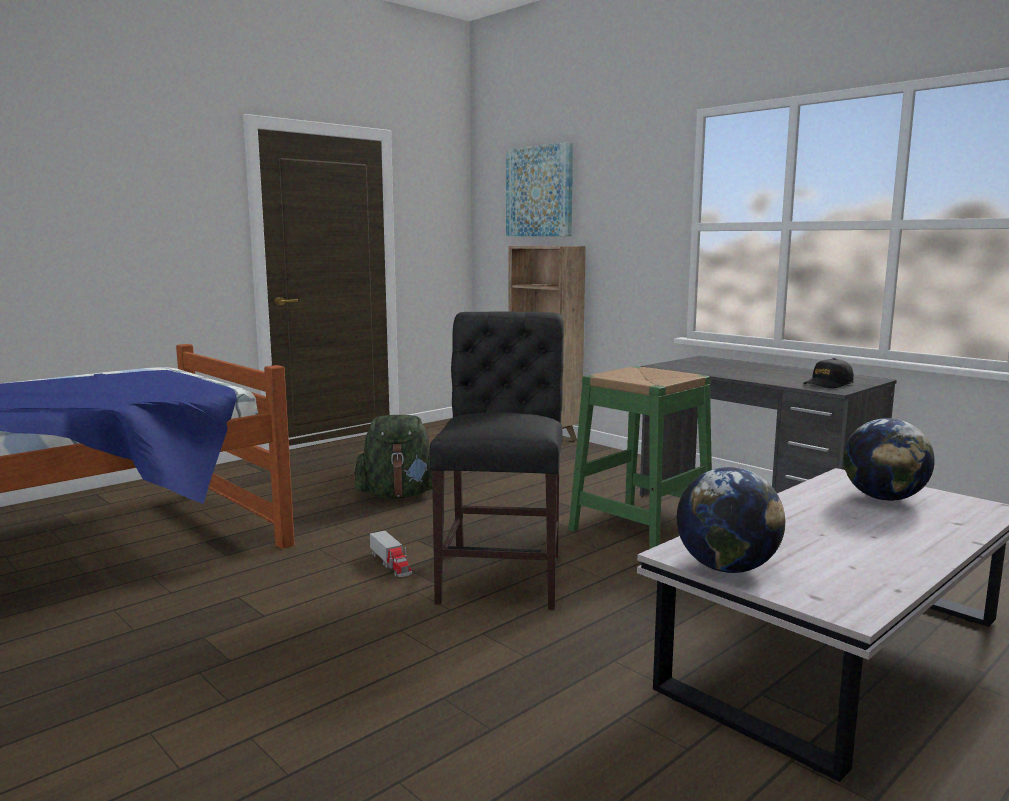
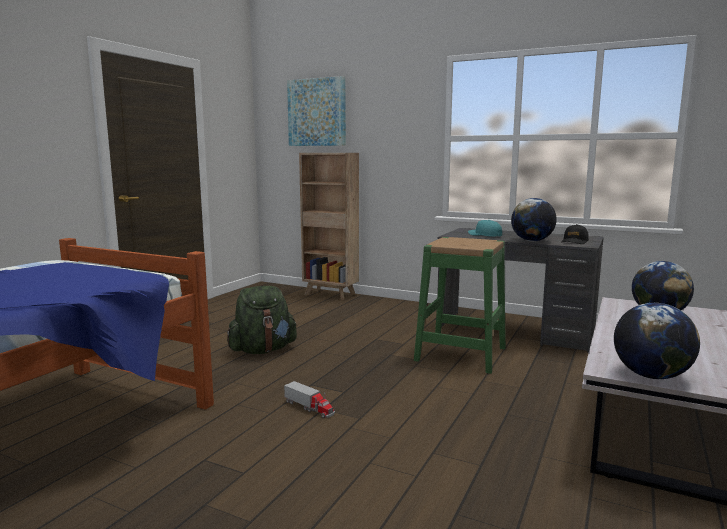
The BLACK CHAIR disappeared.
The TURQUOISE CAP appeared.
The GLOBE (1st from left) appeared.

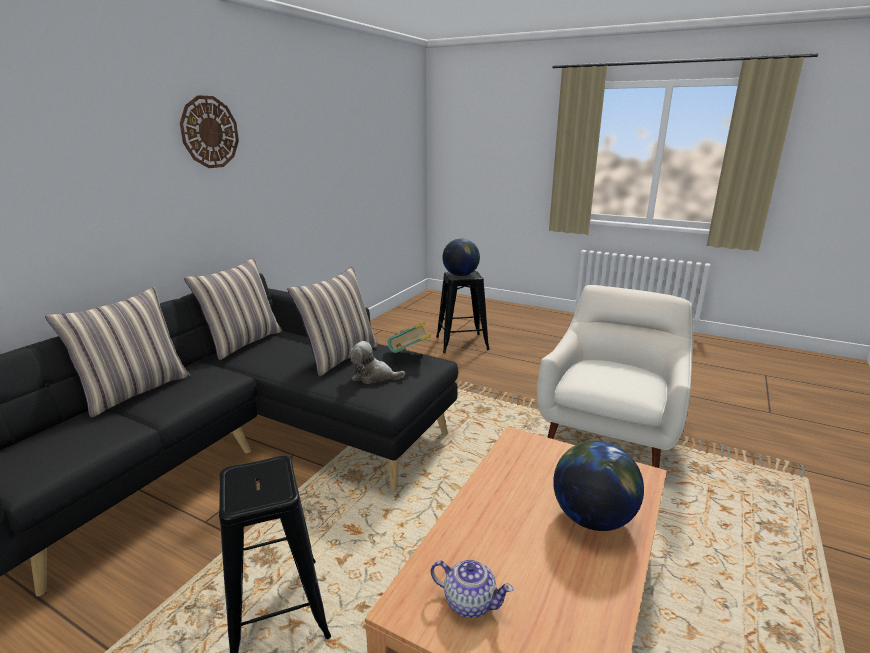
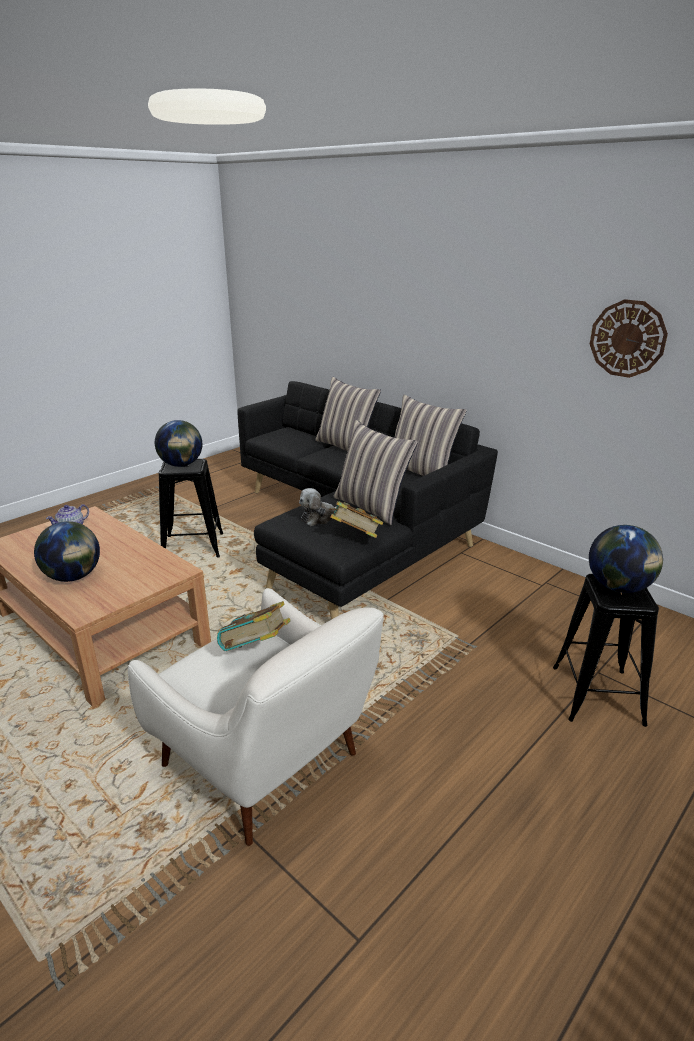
The WALL CLOCK moved.
The PLUSH TOY turned 150 degrees counterclockwise.
The GLOBE (2nd from left) appeared.
The BOOK (1st from left) appeared.

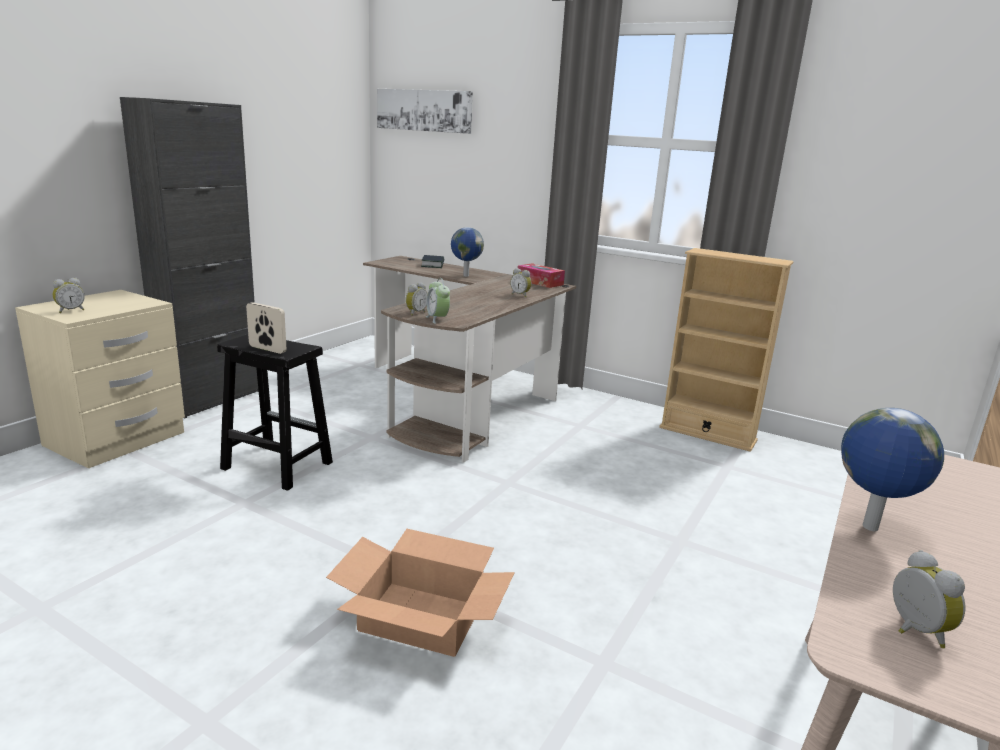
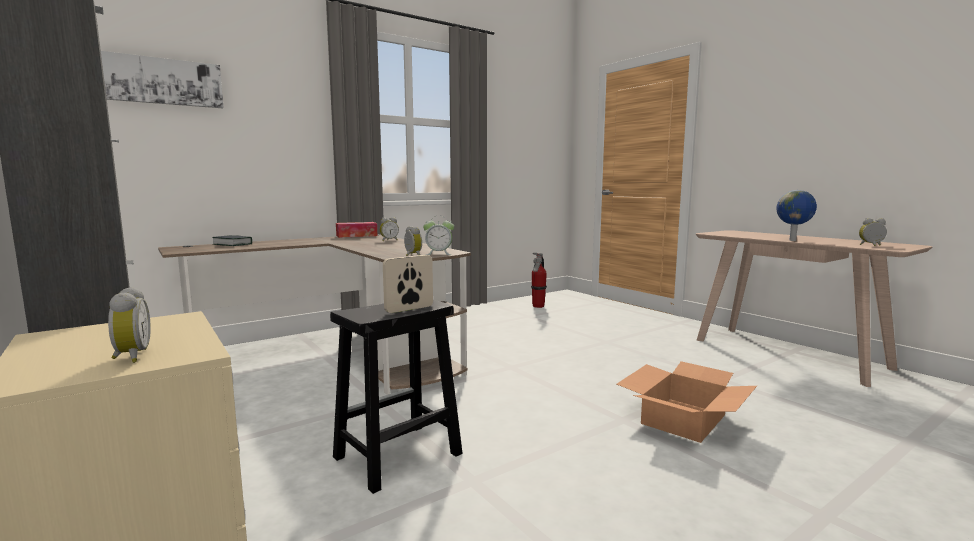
The GLOBE (1st from left) disappeared.
The BEIGE BOOKCASE disappeared.
The FIRE EXTINGUISHER appeared.

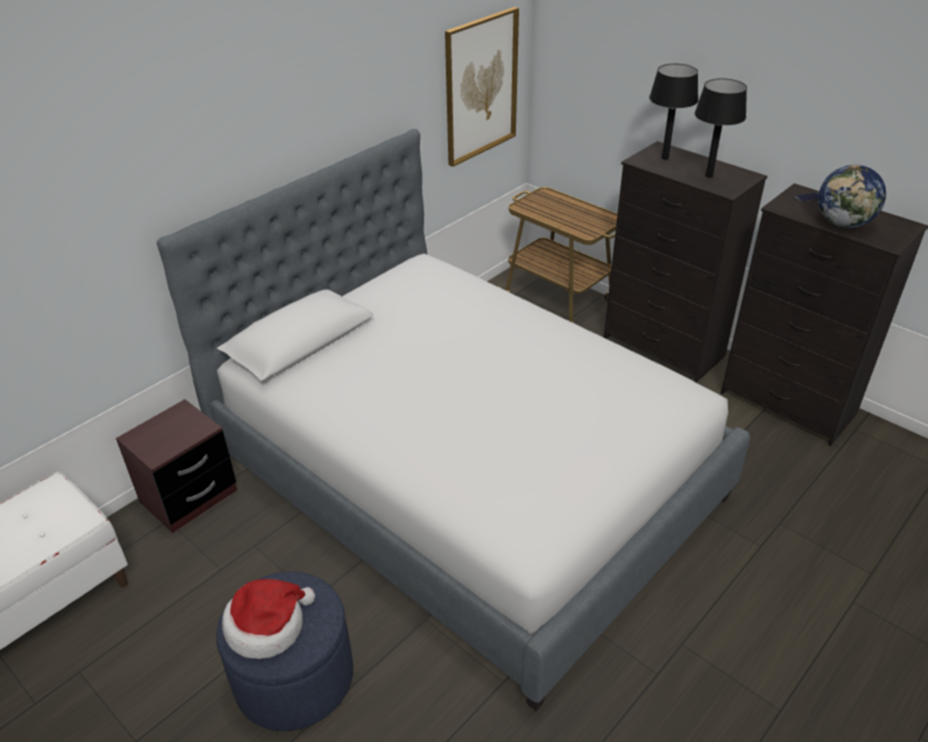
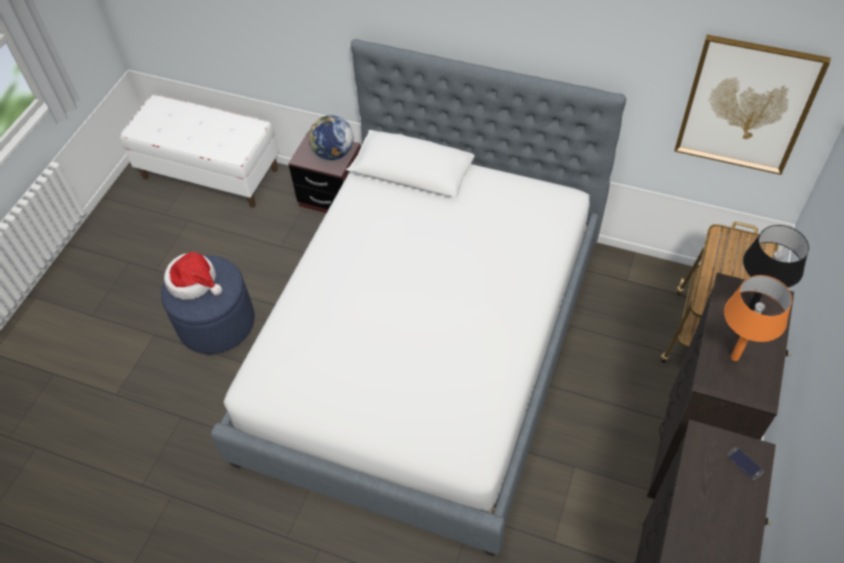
The BLACK TABLE LAMP (2nd from left) became the ORANGE TABLE LAMP.
The GLOBE moved.

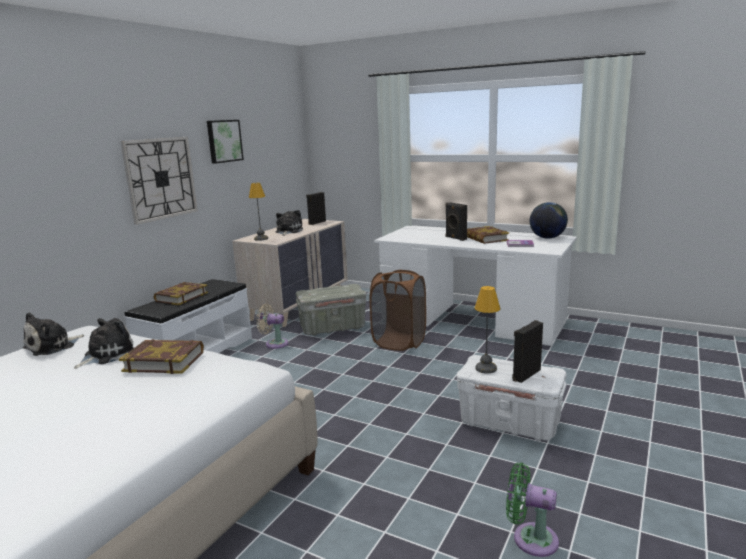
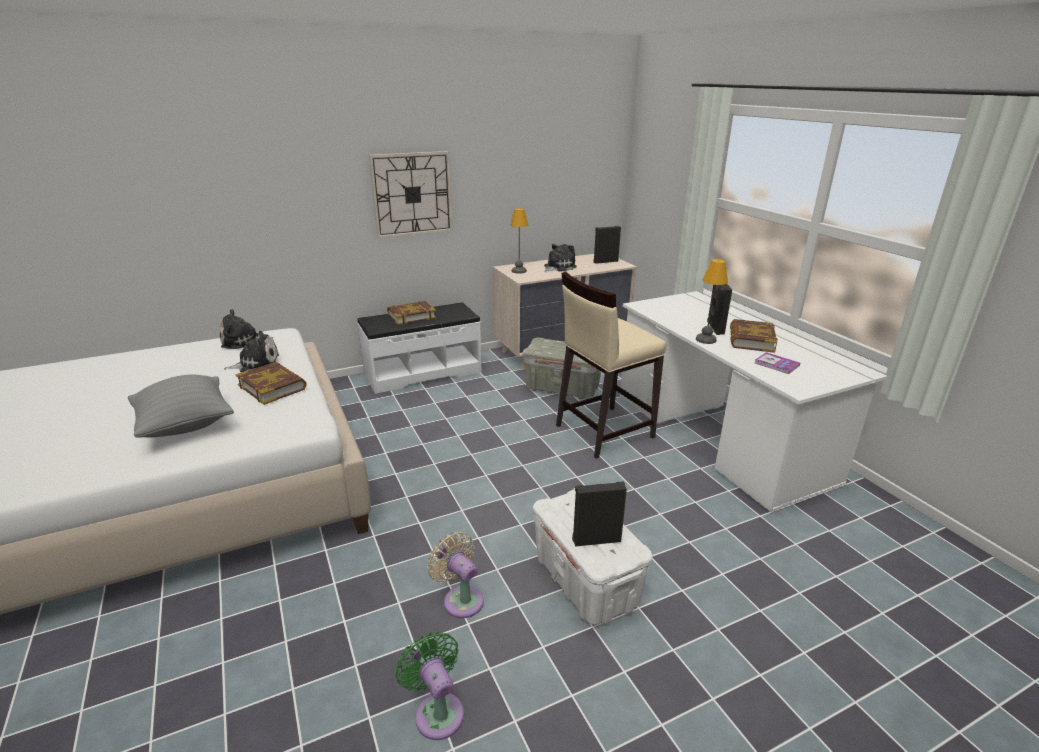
The PICTURE disappeared.
The BEIGE FAN moved.
The BROWN LAUNDRY BASKET was replaced by the BEIGE STOOL.
The TABLE LAMP (2nd from left) moved.
The GLOBE disappeared.
The GREY PILLOW appeared.

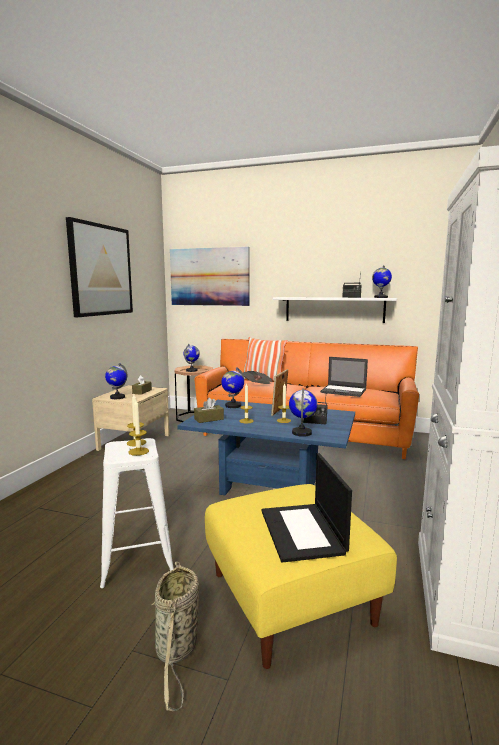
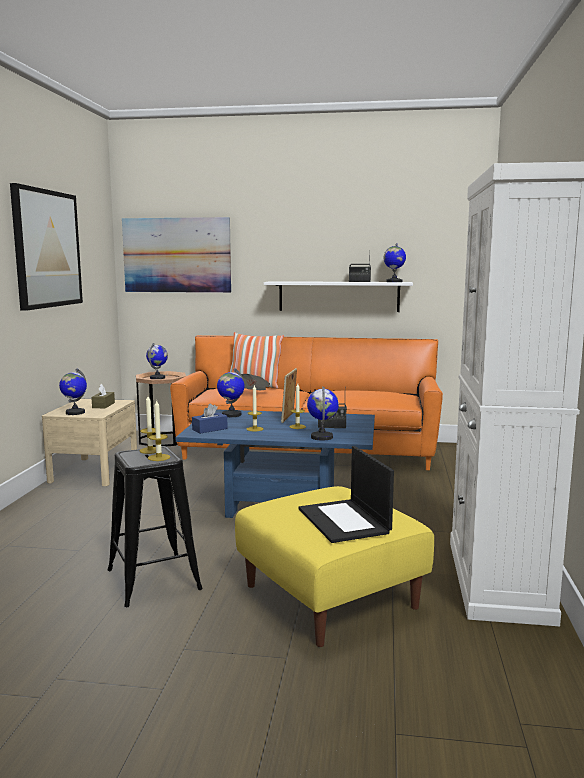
The WHITE STOOL became the BLACK STOOL.
The BASKET disappeared.
The BROWN TISSUE BOX (2nd from left) became the BLUE TISSUE BOX.
The LAPTOP (2nd from left) disappeared.

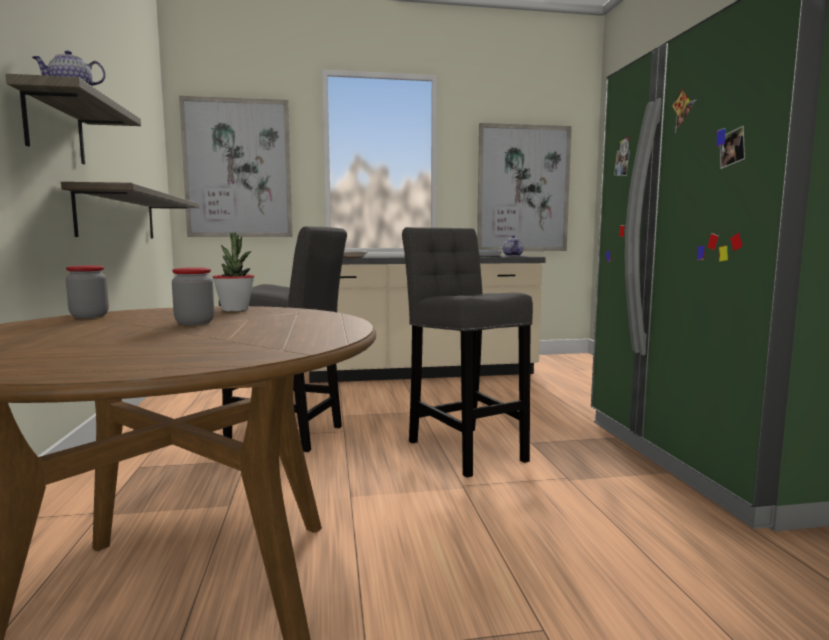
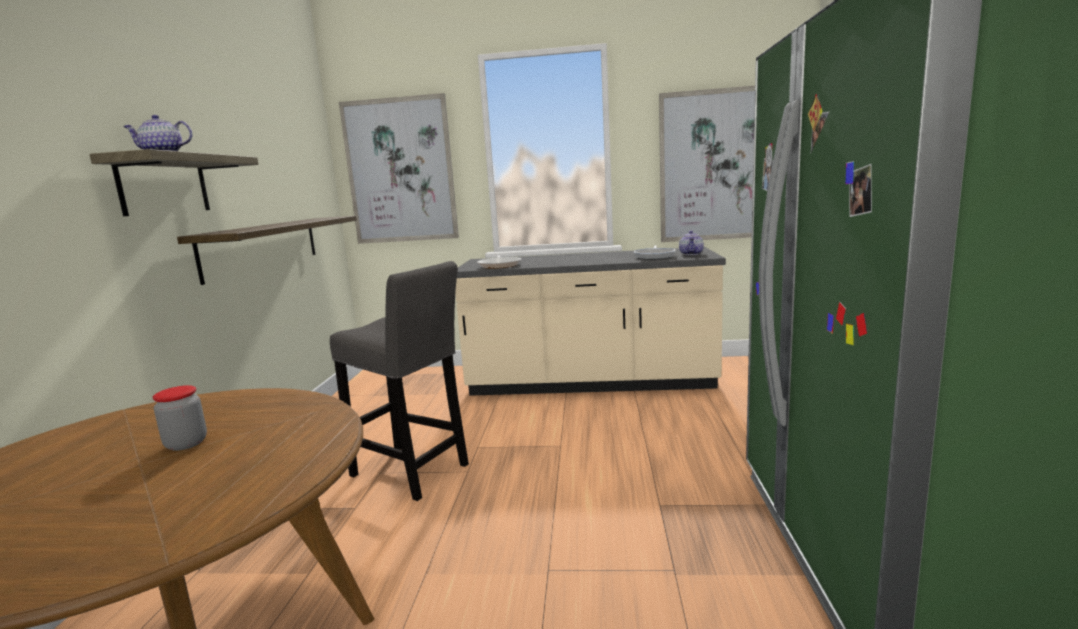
The JAR (1st from left) disappeared.
The POTTED PLANT disappeared.
The GREY STOOL (2nd from left) disappeared.

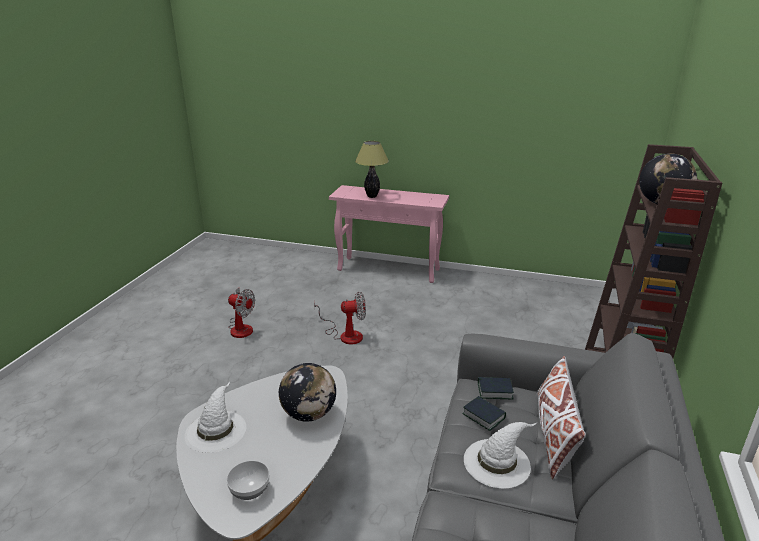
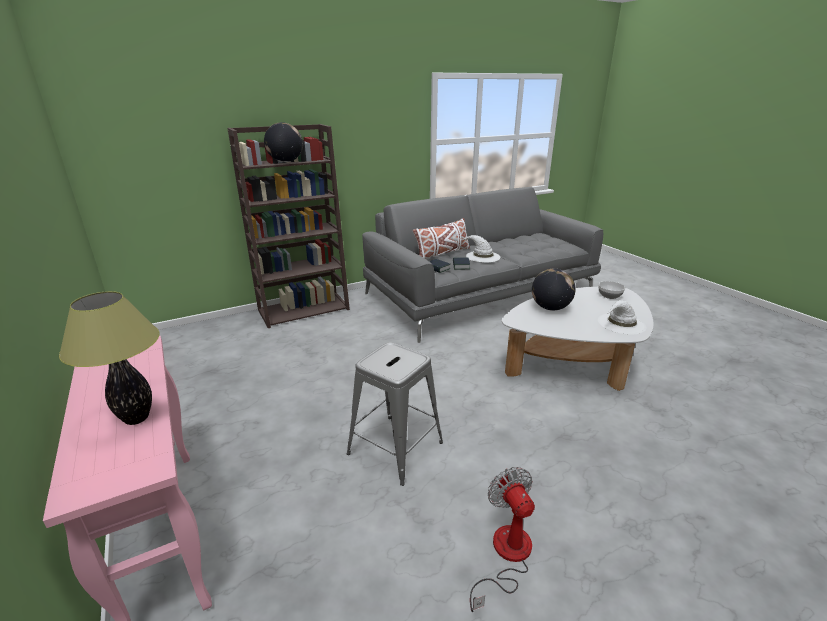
The FAN (2nd from left) was replaced by the GREY STOOL.

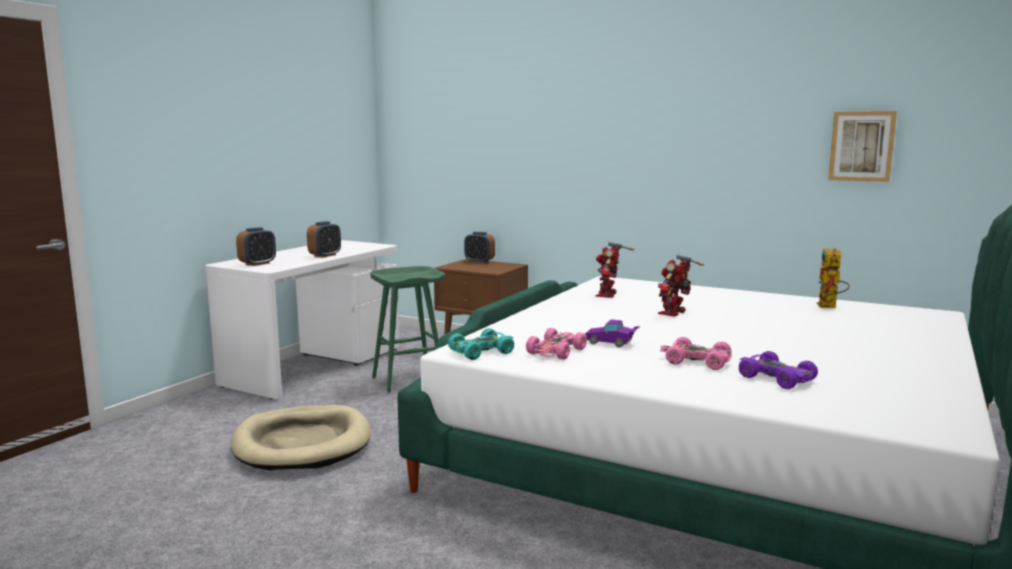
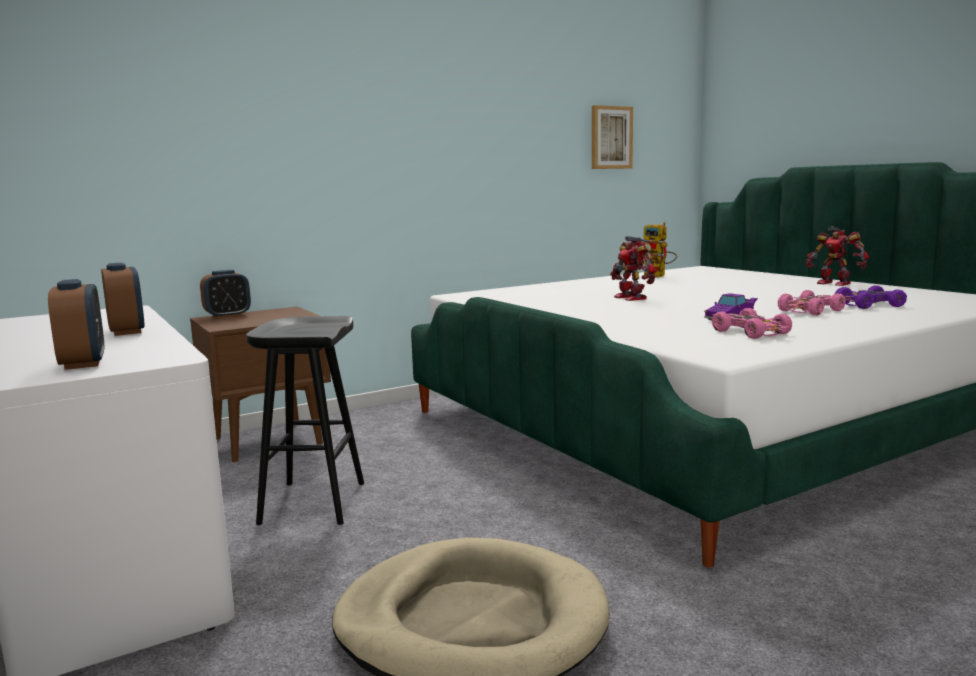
The GREEN STOOL became the BLACK STOOL.
The TURQUOISE TOY CAR disappeared.
The TOY ROBOT (1st from left in the first image) moved.

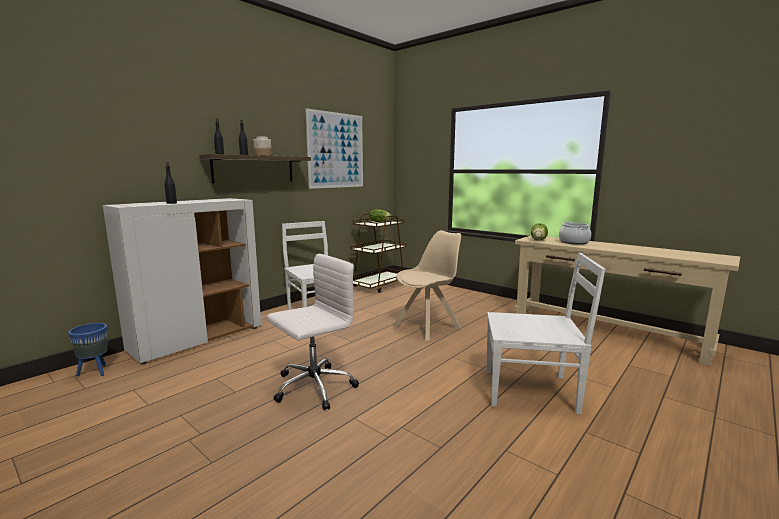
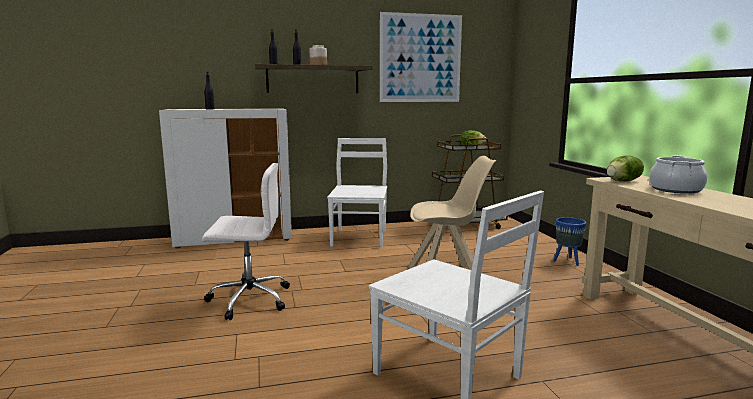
The BLUE PLANTER moved.

